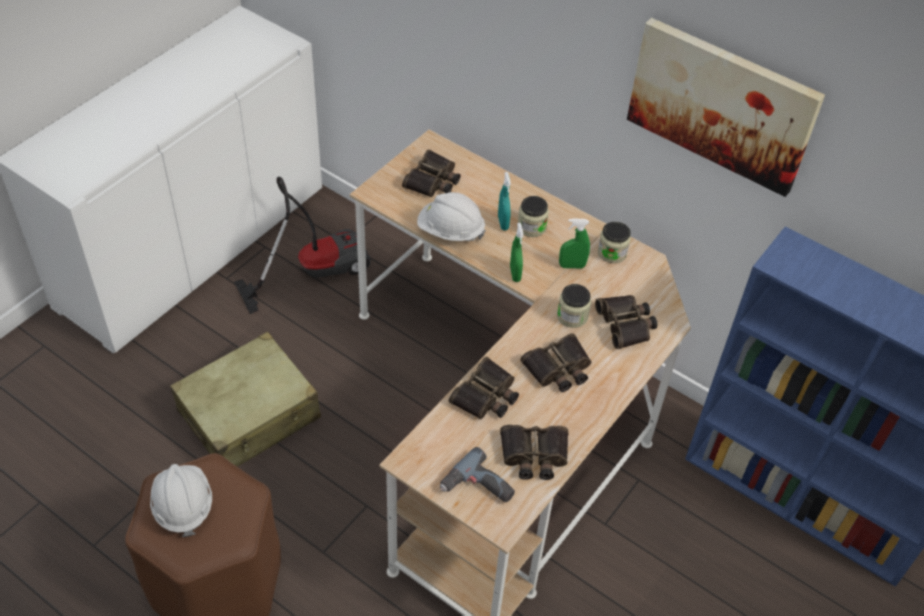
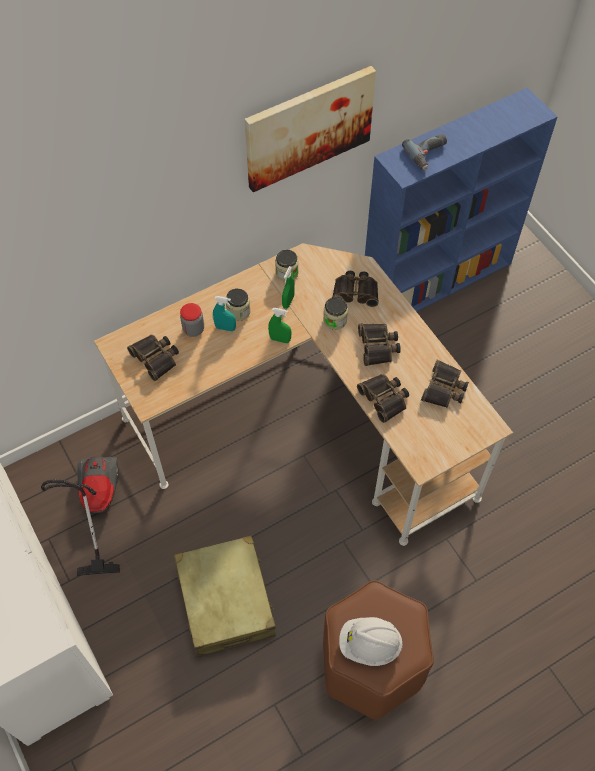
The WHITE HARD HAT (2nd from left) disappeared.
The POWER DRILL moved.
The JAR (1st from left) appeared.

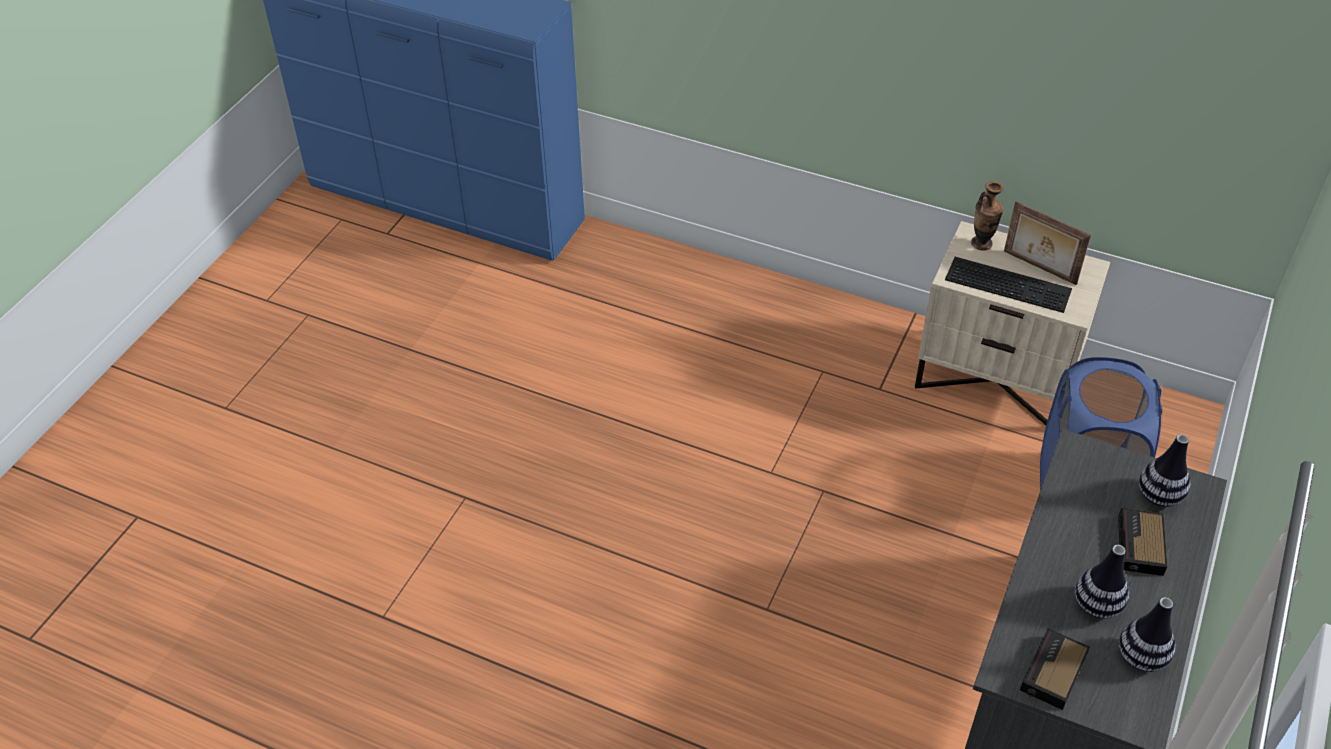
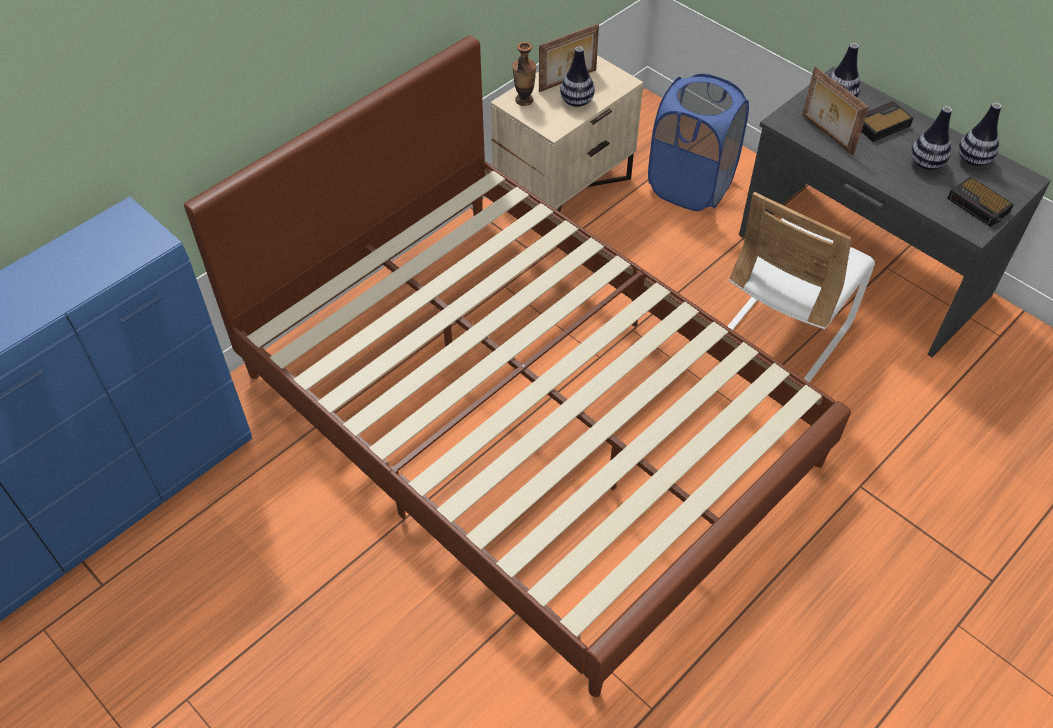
The KEYBOARD was replaced by the VASE (2nd from left).
The ALARM CLOCK (2nd from left in the first image) turned 120 degrees clockwise.
The BROWN BED appeared.
The WHITE CHAIR appeared.
The PICTURE FRAME (2nd from left) appeared.

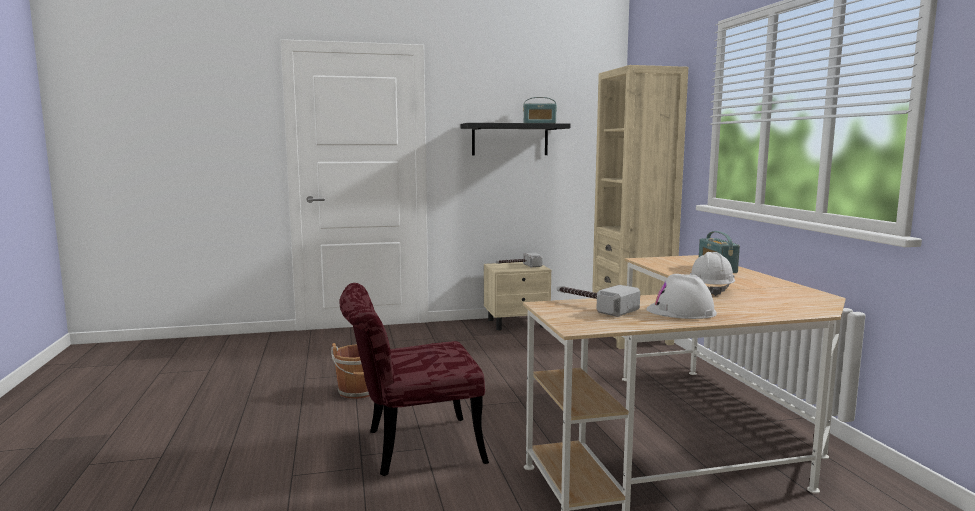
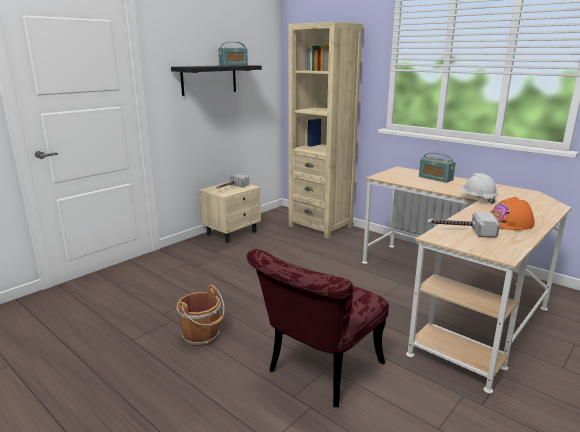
The WHITE HARD HAT (1st from left) became the ORANGE HARD HAT.

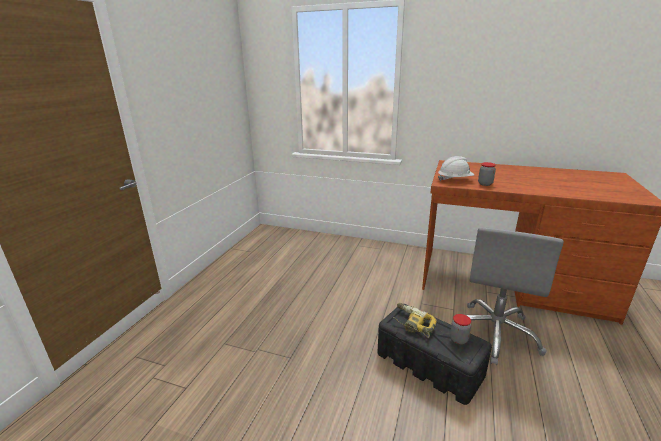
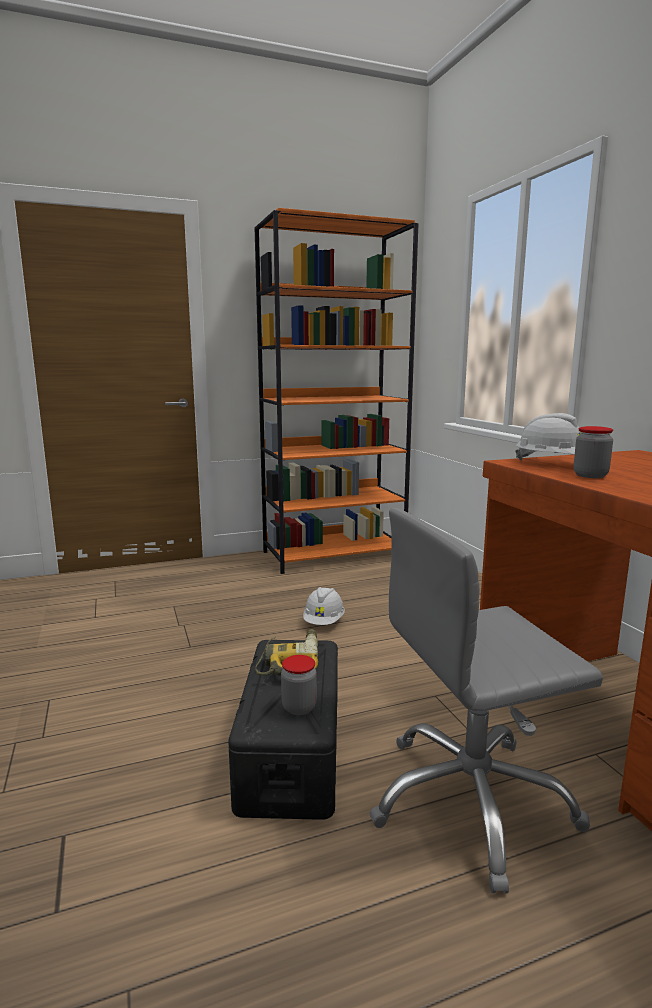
The ORANGE BOOKCASE appeared.
The WHITE HARD HAT (1st from left) appeared.

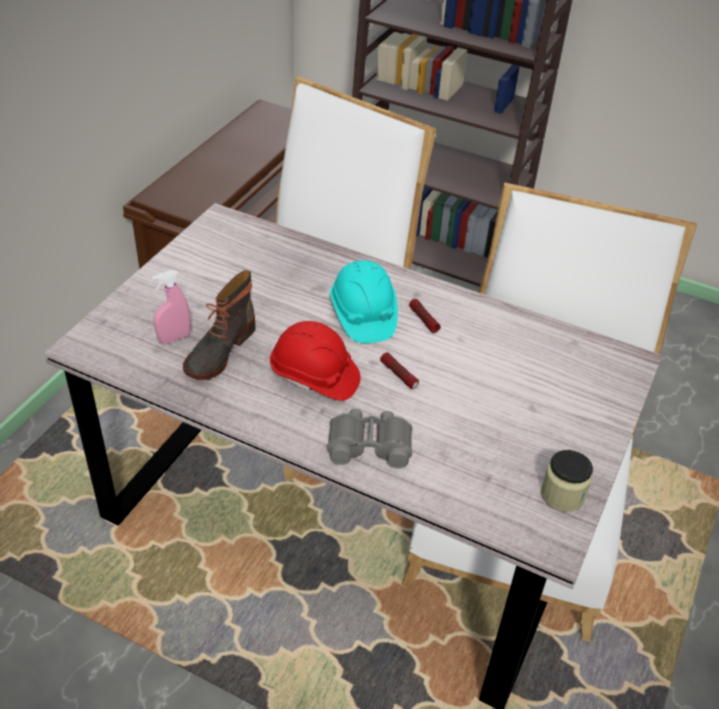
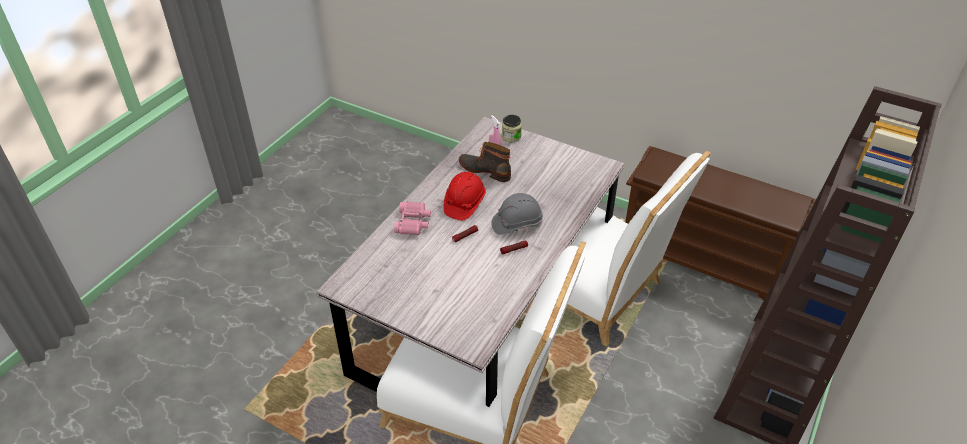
The GREY BINOCULARS became the PINK BINOCULARS.
The TURQUOISE HARD HAT became the GREY HARD HAT.
The JAR moved.

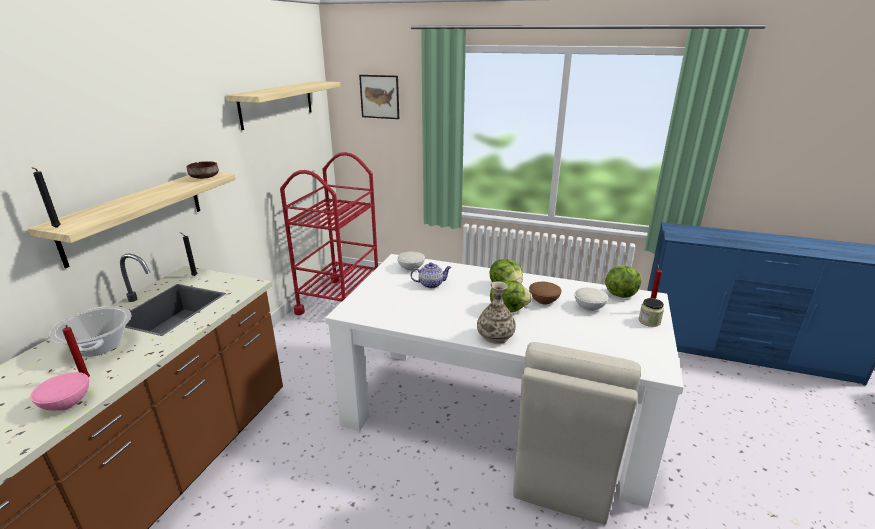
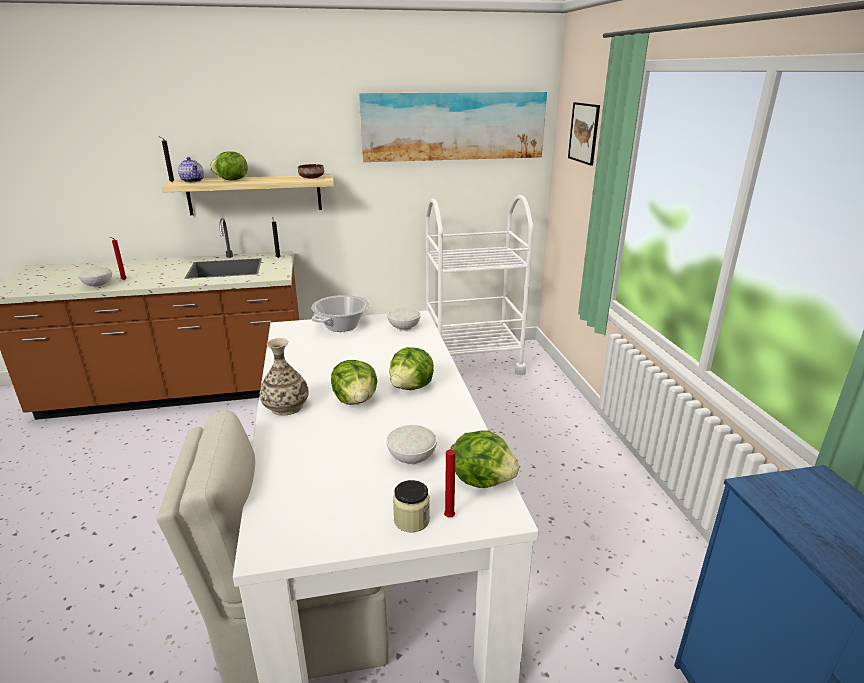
The PINK BOWL became the WHITE BOWL (1st from left).
The COOKING POT moved.
The SHELF (2nd from left) was replaced by the PICTURE (1st from left).
The RED CART became the WHITE CART.
The TEAPOT moved.
The BROWN BOWL (2nd from left) disappeared.
The LETTUCE (1st from left) appeared.

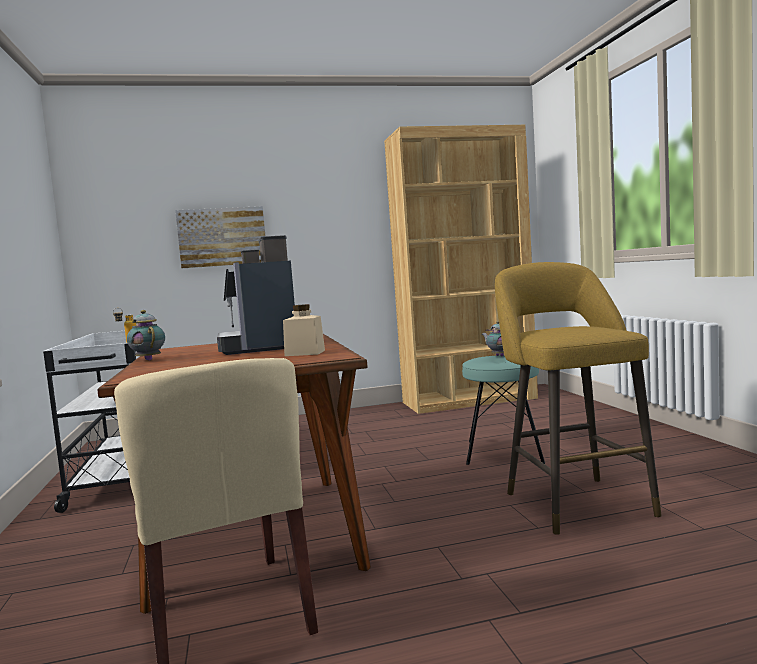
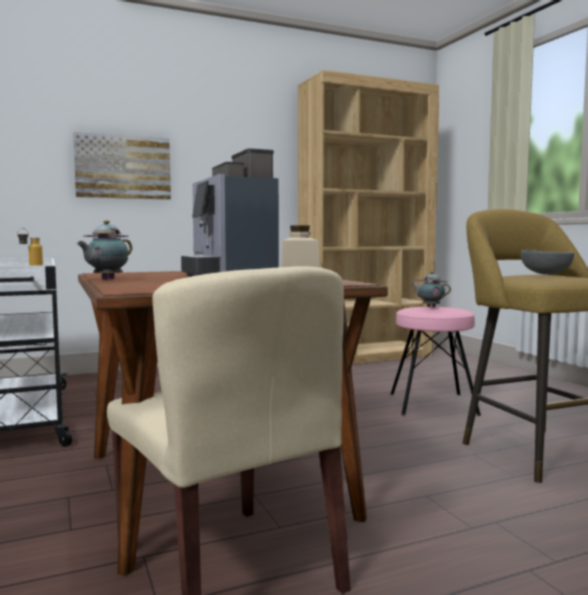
The TEAPOT (1st from left) turned 105 degrees counterclockwise.
The TURQUOISE STOOL became the PINK STOOL.
The GREY BOWL appeared.

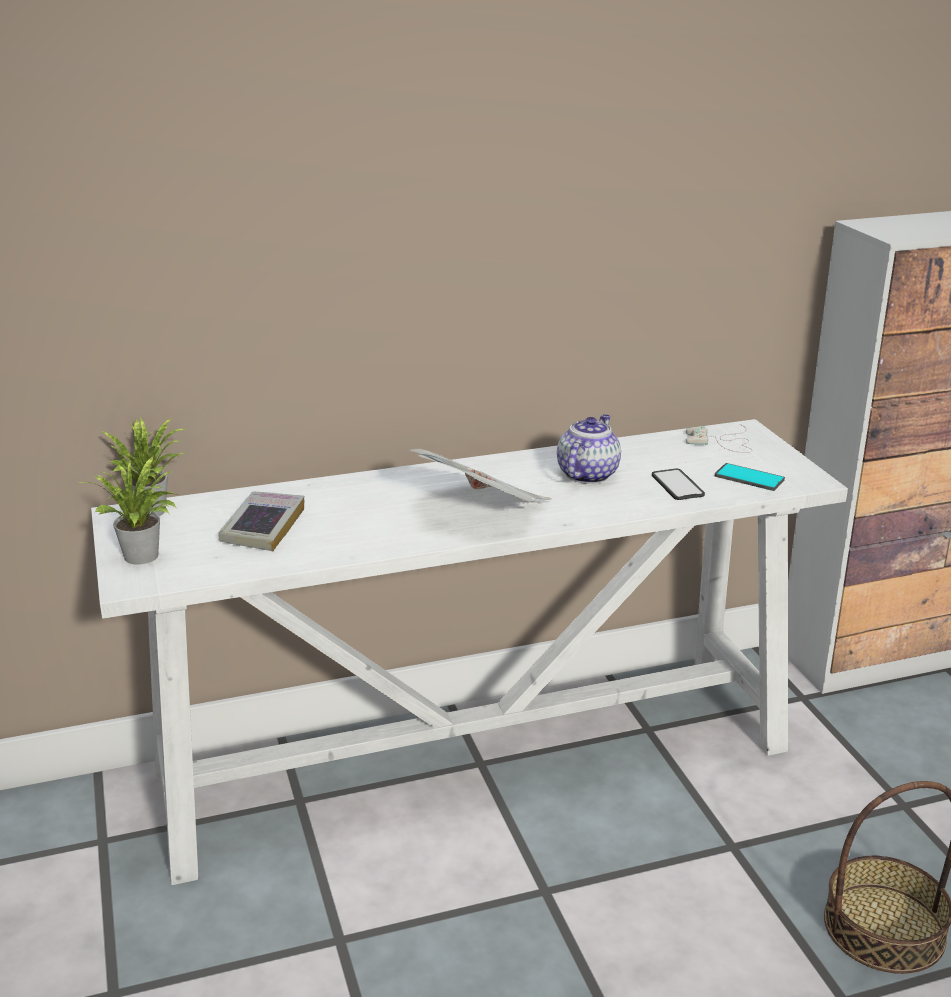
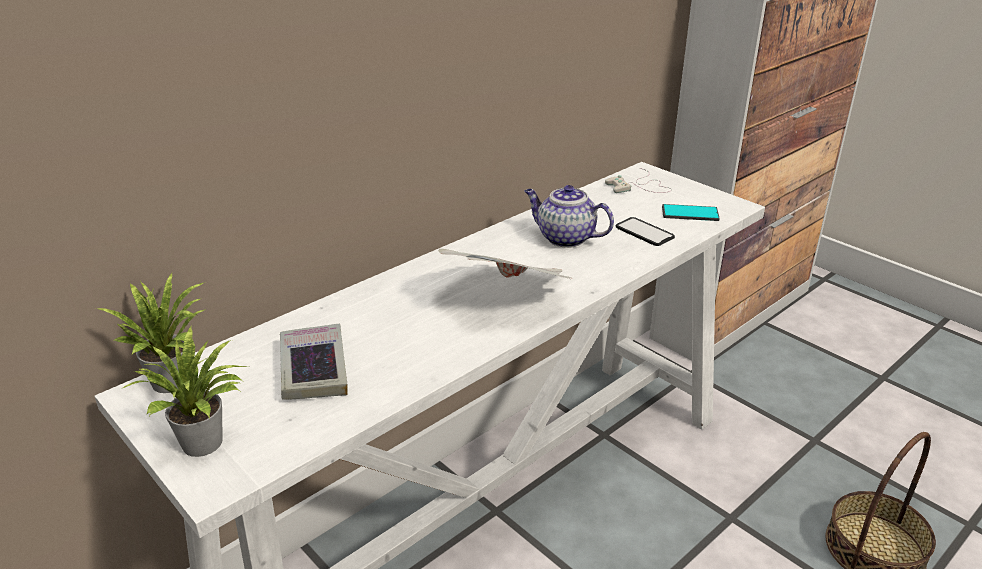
The TEAPOT turned 60 degrees counterclockwise.

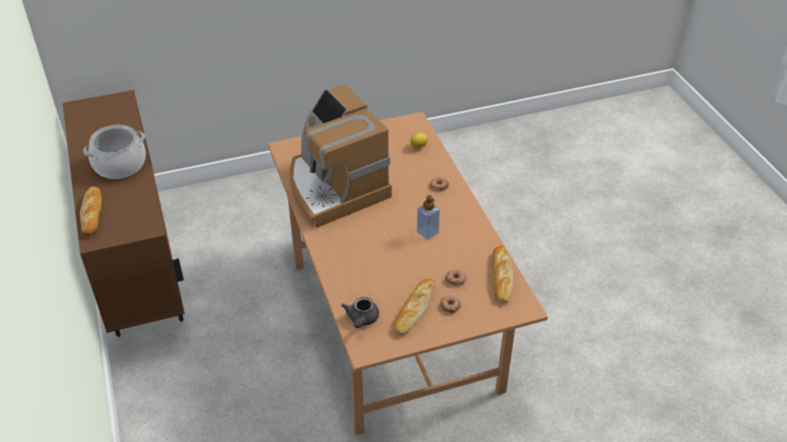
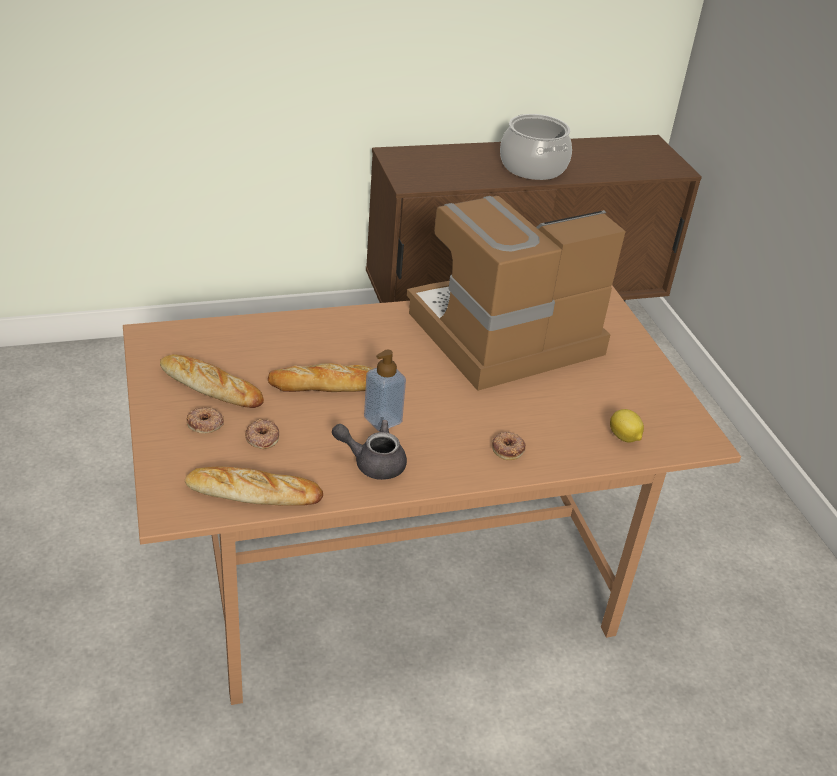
The BREAD (1st from left in the first image) moved.
The GREY TEAPOT moved.

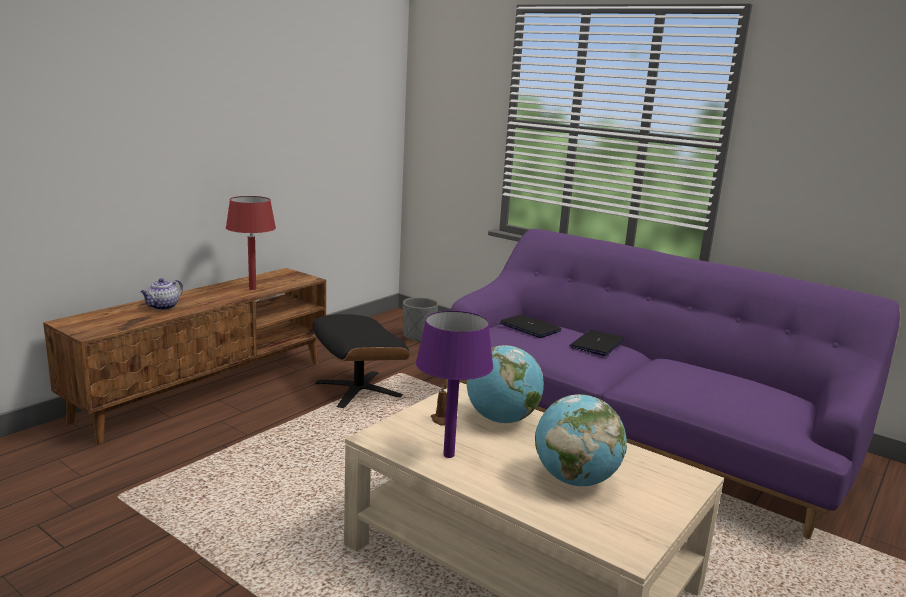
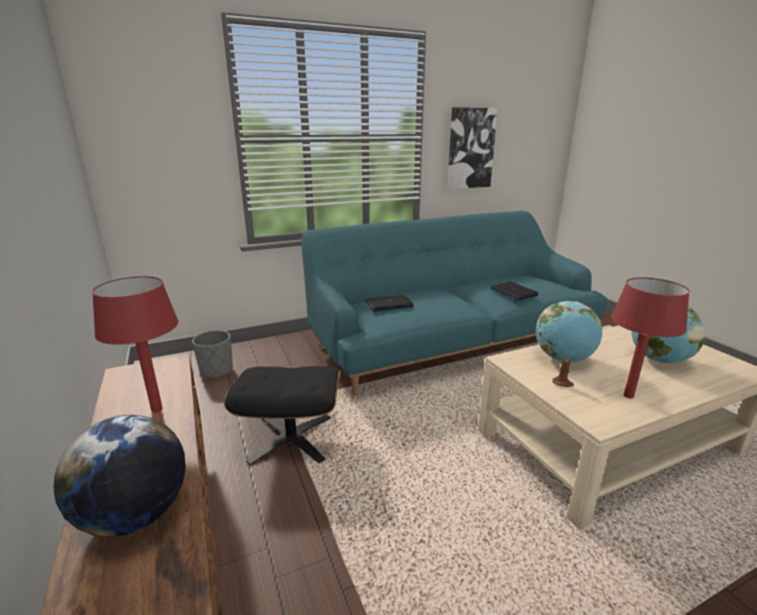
The TEAPOT was replaced by the GLOBE (1st from left).
The PURPLE TABLE LAMP became the RED TABLE LAMP (2nd from left).
The PURPLE SOFA became the TURQUOISE SOFA.
The LAPTOP (2nd from left) moved.
The PICTURE appeared.

